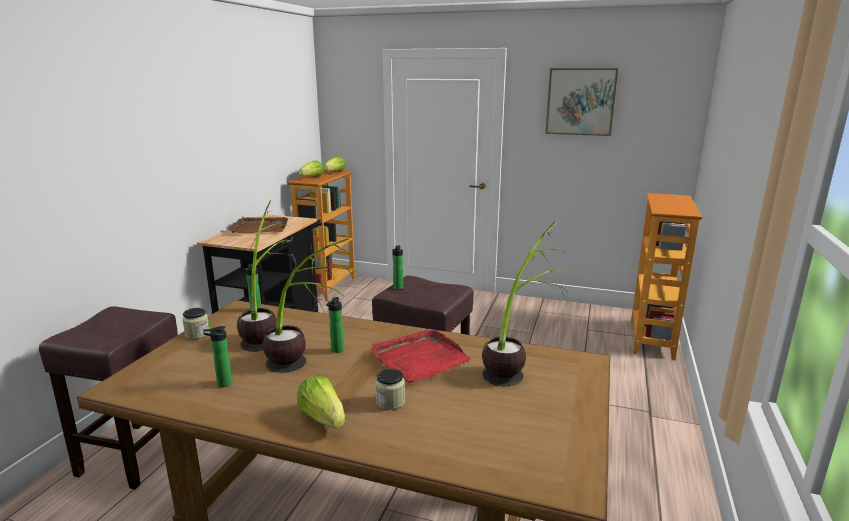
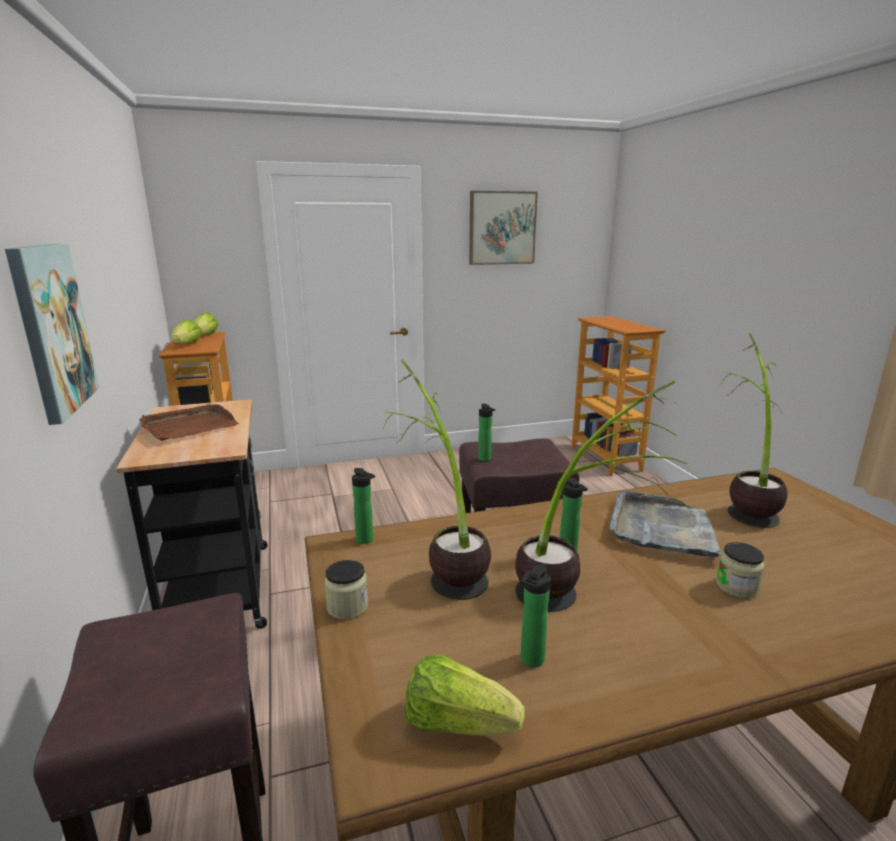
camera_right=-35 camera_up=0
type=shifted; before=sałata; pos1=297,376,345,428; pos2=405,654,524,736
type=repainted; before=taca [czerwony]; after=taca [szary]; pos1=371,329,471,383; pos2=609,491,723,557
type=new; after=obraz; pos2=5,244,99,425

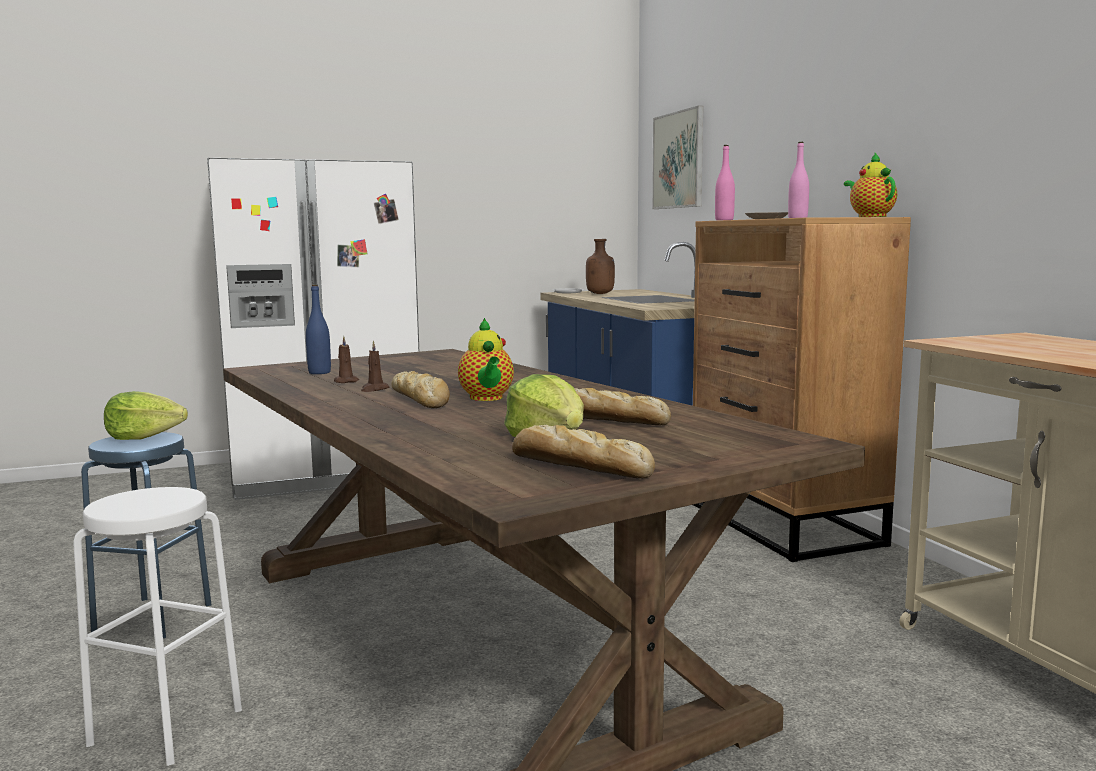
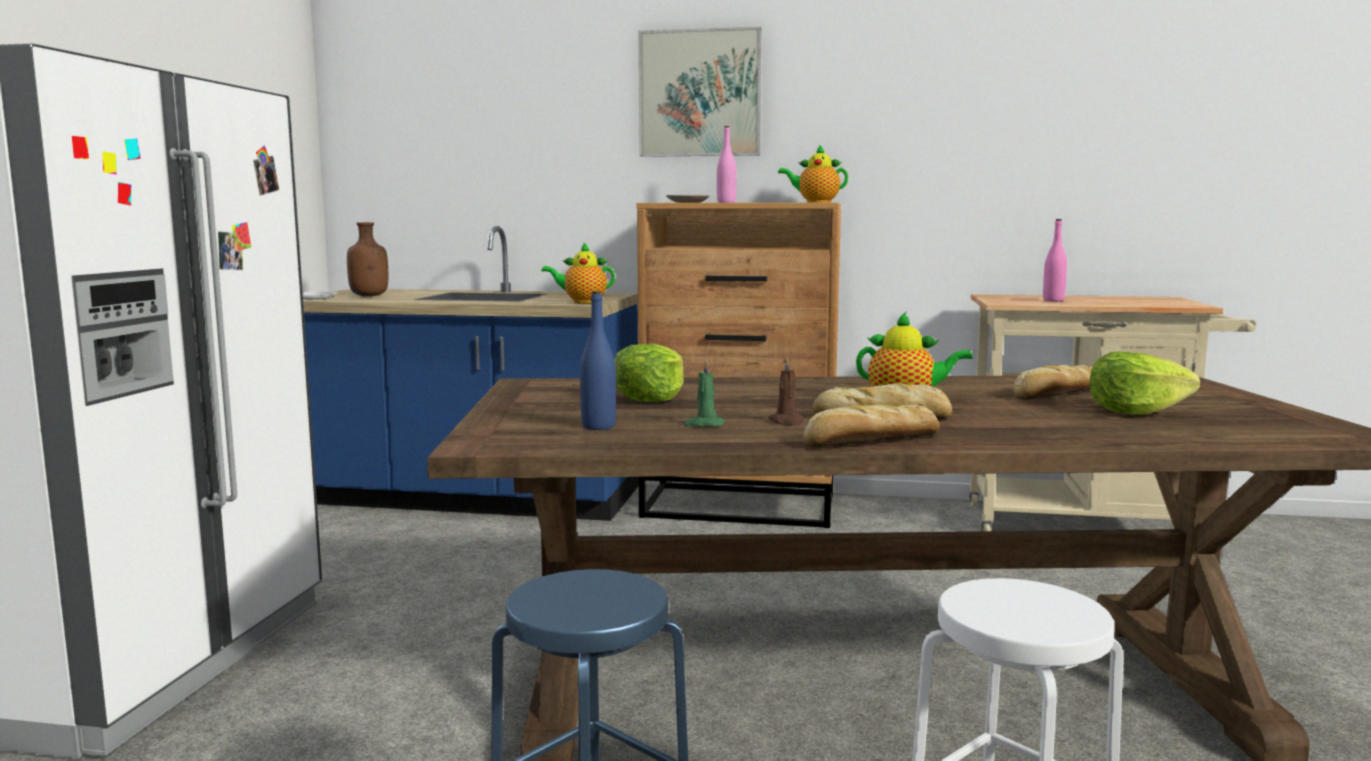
camera_right=-60 camera_up=0
type=shifted; before=sałata; pos1=104,391,188,440; pos2=614,344,683,402
type=repainted; before=świeca [brązowy]; after=świeca [zielony]; pos1=334,336,359,383; pos2=684,359,724,427
type=shifted; before=chleb; pos1=512,425,655,478; pos2=803,404,940,447
type=shifted; before=obraz; pos1=652,105,703,209; pos2=639,27,762,157
type=shifted; before=butelka [różowy]; pos1=715,145,735,220; pos2=1043,219,1067,301
type=new; after=imbryk; pos2=541,242,615,303

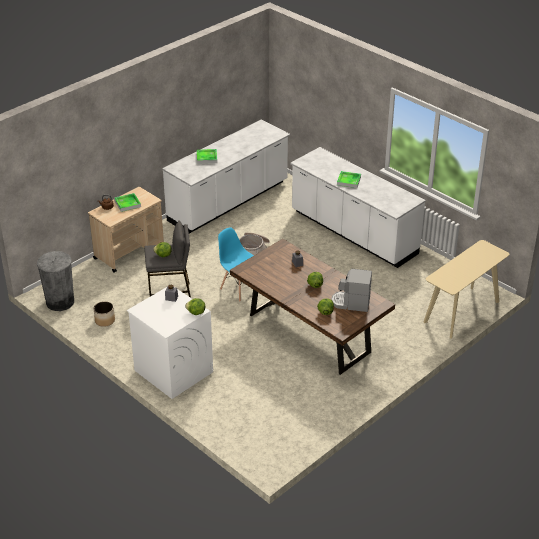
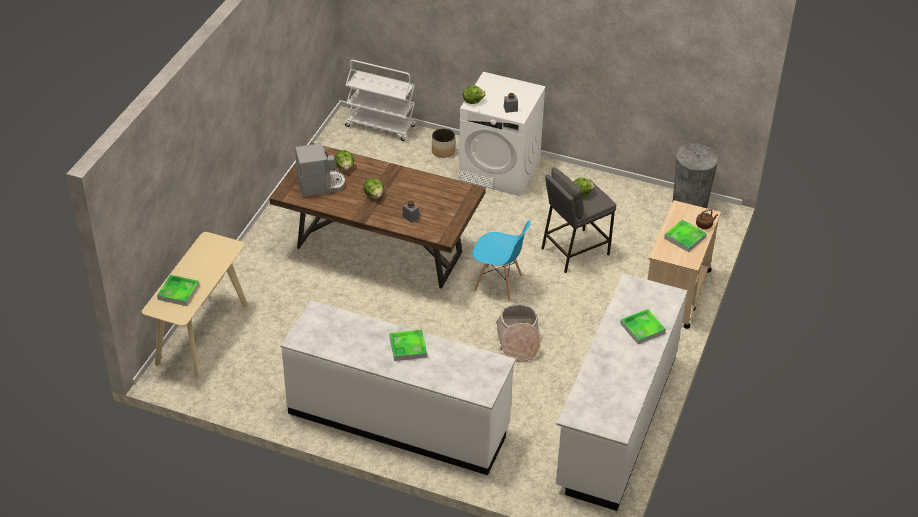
camera_right=155 camera_up=5
type=shifted; before=donica; pos1=94,301,115,327; pos2=432,128,455,158
type=new; after=taca; pos2=157,275,199,306
type=new; after=wózek [biały]; pos2=345,60,416,141

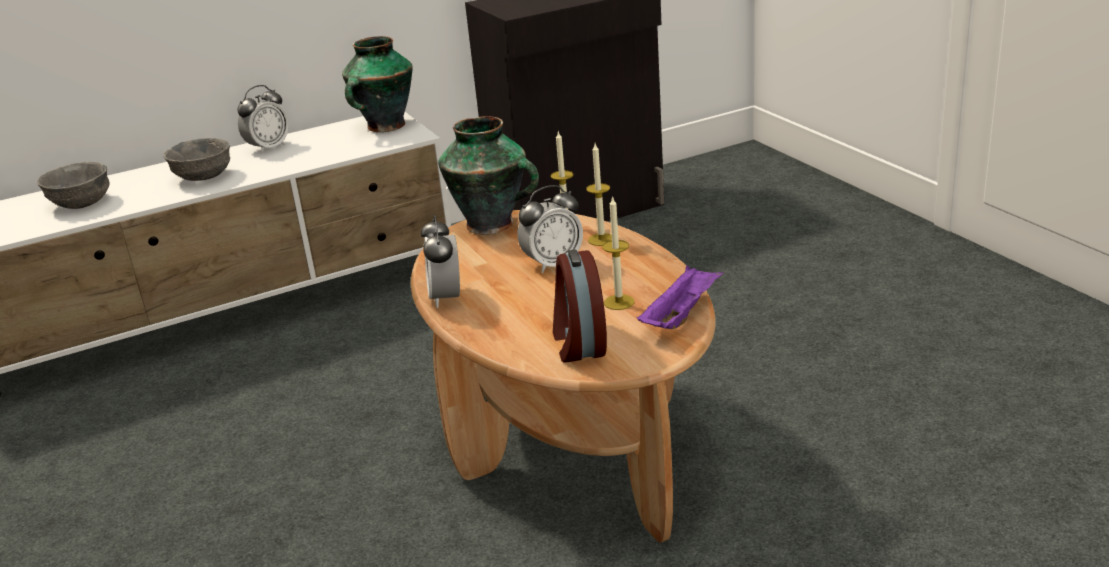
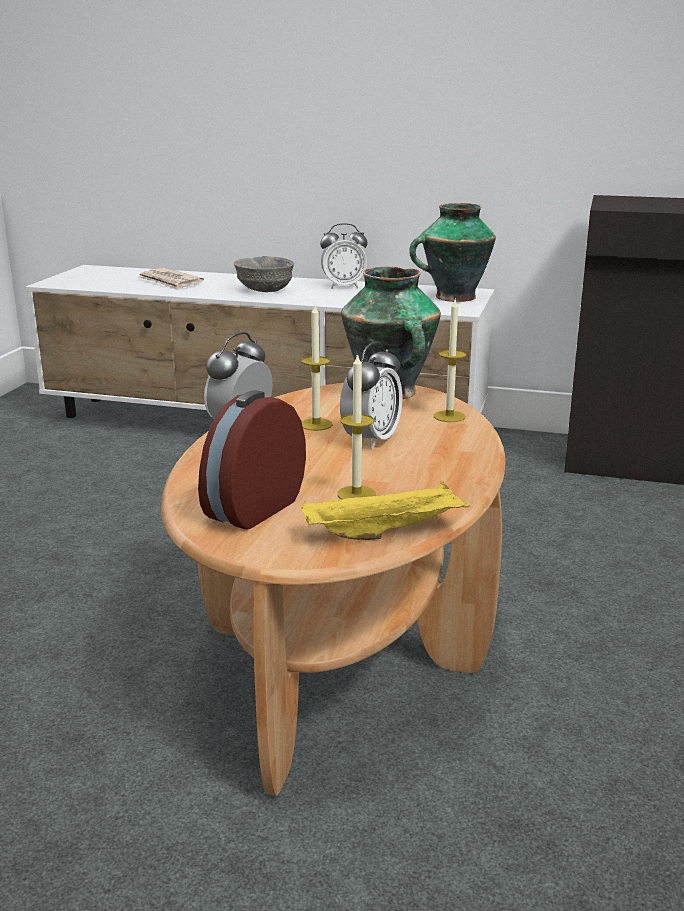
camera_right=40 camera_up=-5
type=swapped; before=miska [szary]; after=gazeta; pos1=37,162,110,209; pos2=138,268,204,291
type=rotated; before=budzik; pos1=518,185,583,273; pos2=340,341,402,449; turn=-75
type=shifted; before=świeca; pos1=586,144,612,246; pos2=301,305,333,431
type=repainted; before=taca [fioletowy]; after=taca [żółty]; pos1=637,265,724,329; pos2=301,481,470,540

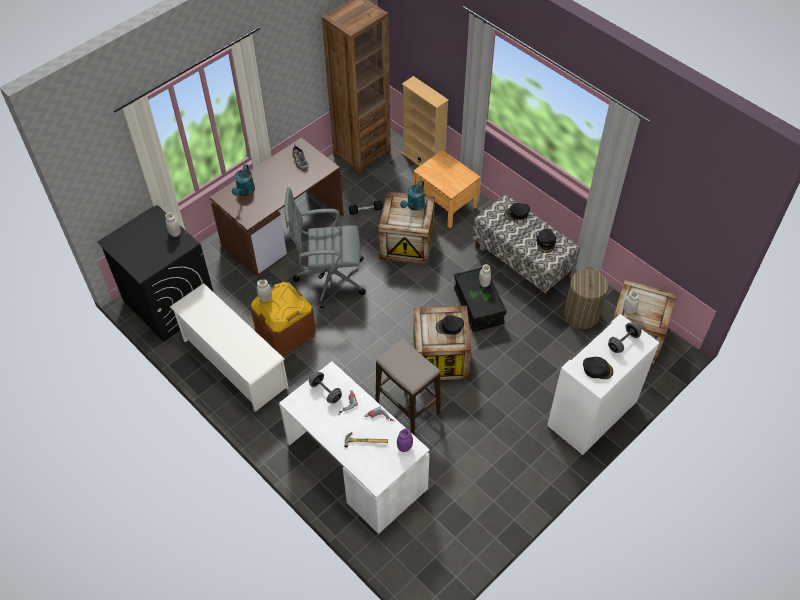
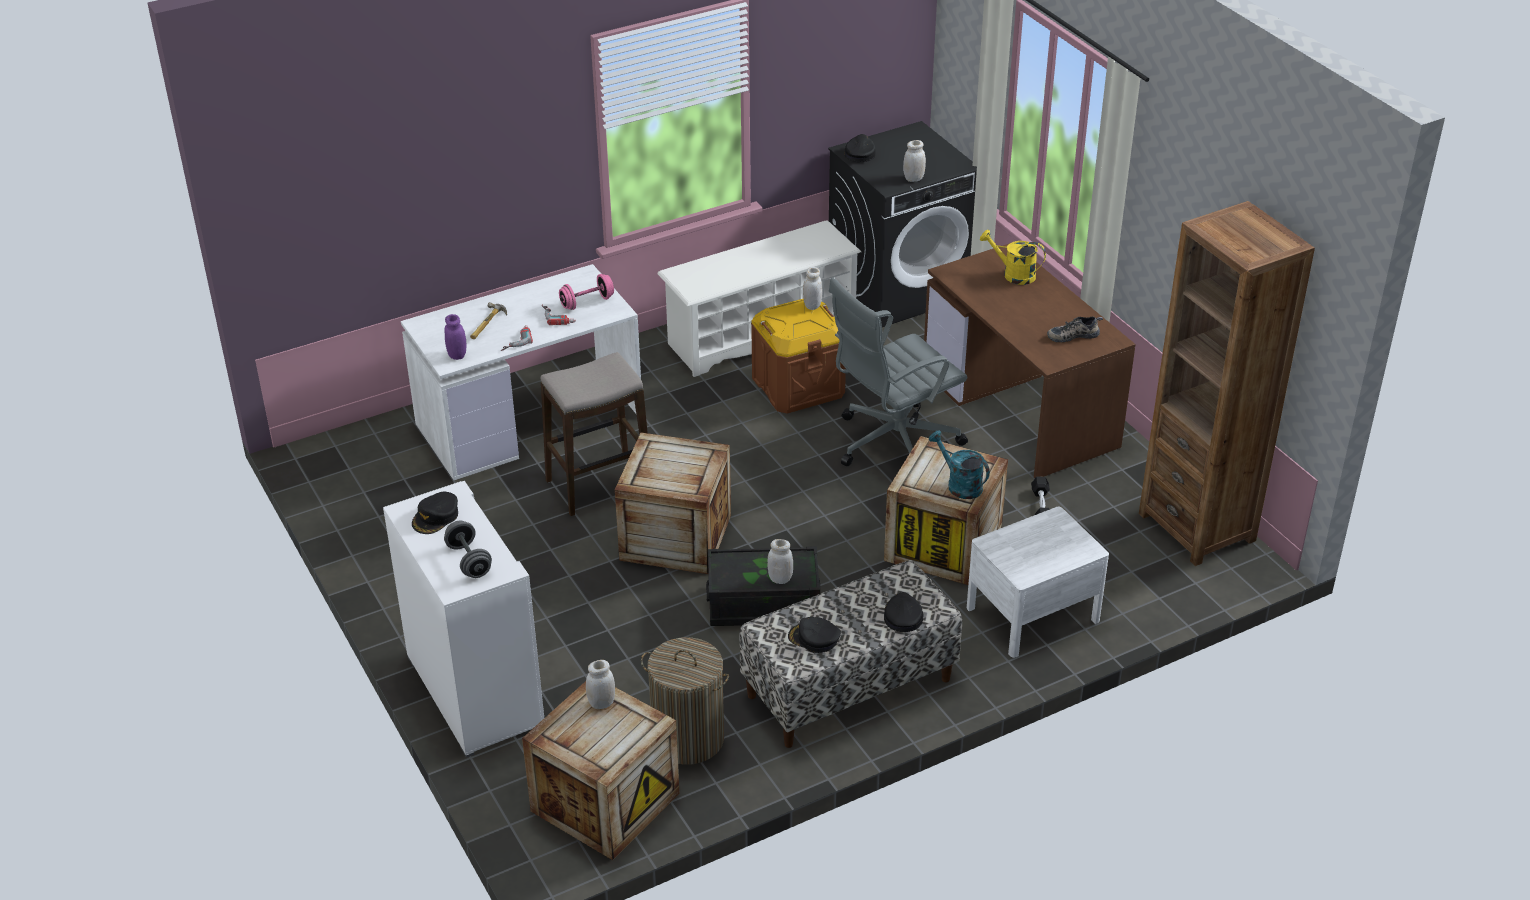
camera_right=105 camera_up=-15
type=repainted; before=konewka [turkusowy]; after=konewka [żółty]; pos1=232,164,255,196; pos2=980,230,1046,285
type=rotated; before=krzesło biurowe [szary]; pos1=285,187,366,308; pos2=829,278,968,466; turn=-135
type=repainted; before=hantel [szary]; after=hantel [różowy]; pos1=309,372,342,404; pos2=559,274,614,310
type=gone; before=regał [beżowy]; pos1=402,76,449,166
type=repainted; before=szafka nocna [brązowy]; after=szafka nocna [biały]; pos1=414,150,480,228; pos2=967,507,1109,658
type=shifted; before=czapka z daszkiem [czarny]; pos1=436,315,464,335; pos2=845,134,876,162

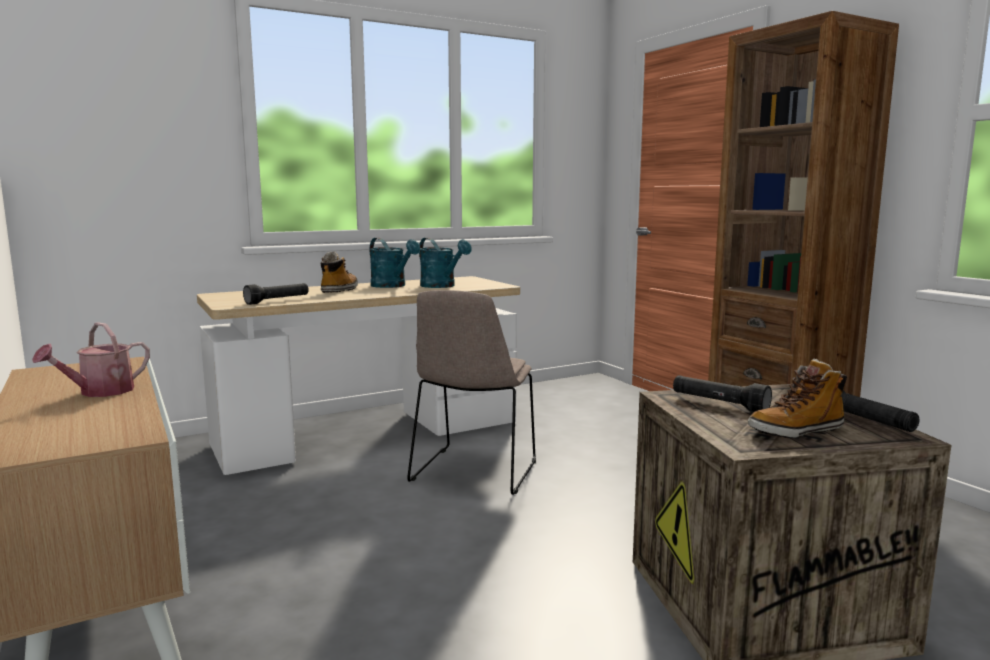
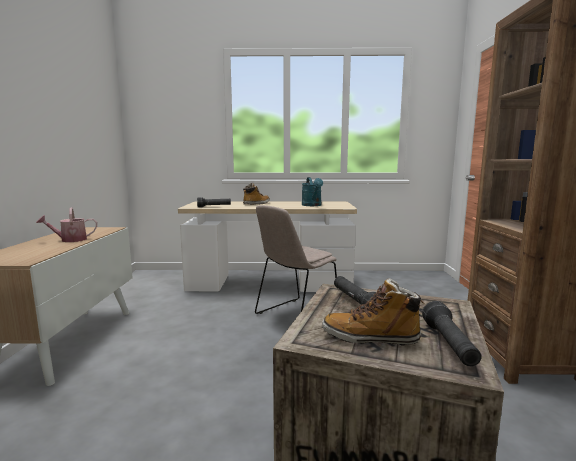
camera_right=30 camera_up=0
type=gone; before=konewka [turkusowy]; pos1=370,238,420,288

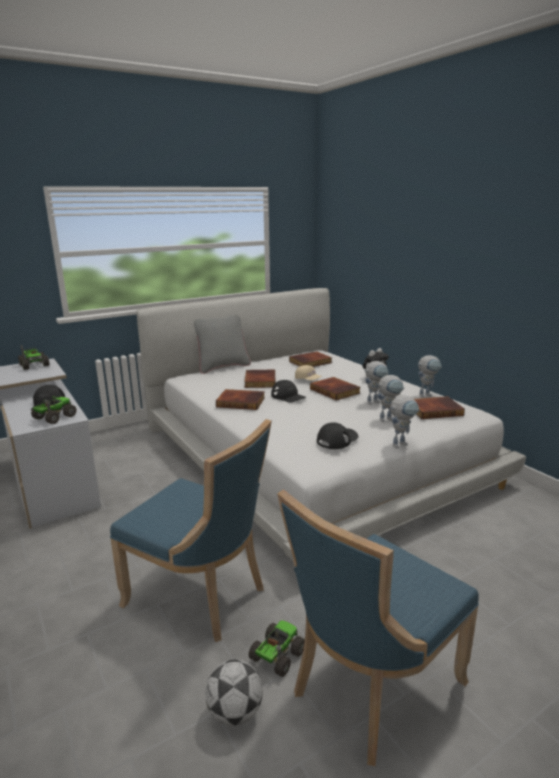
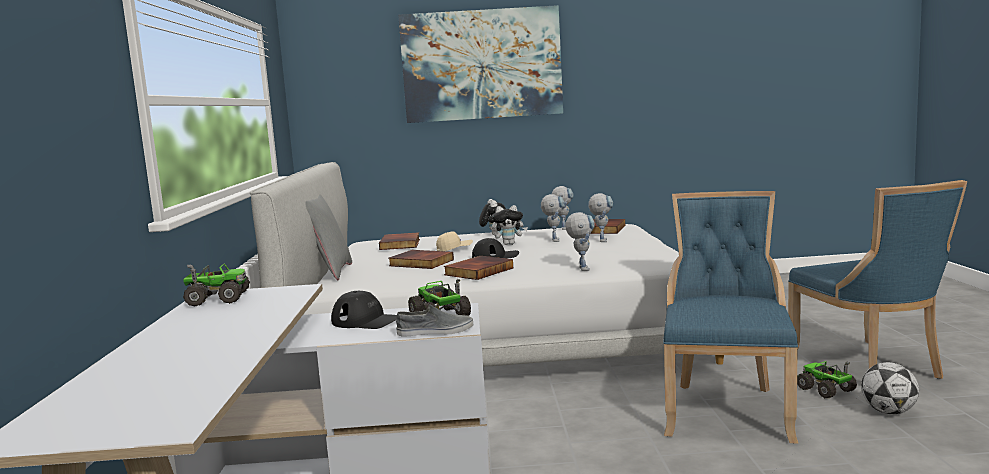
camera_right=-60 camera_up=-10
type=rotated; before=krzesło [niebieski]; pos1=110,419,272,642; pos2=663,191,798,444; turn=-45
type=swapped; before=książka; after=pluszak; pos1=310,377,361,401; pos2=492,205,528,245
type=gone; before=czapka z daszkiem [czarny]; pos1=317,422,359,449
type=shifted; before=robot zabawkowy; pos1=390,395,419,448; pos2=566,212,595,271
type=new; after=but [szary]; pos2=396,304,474,336
type=new; after=obraz; pos2=398,5,563,123

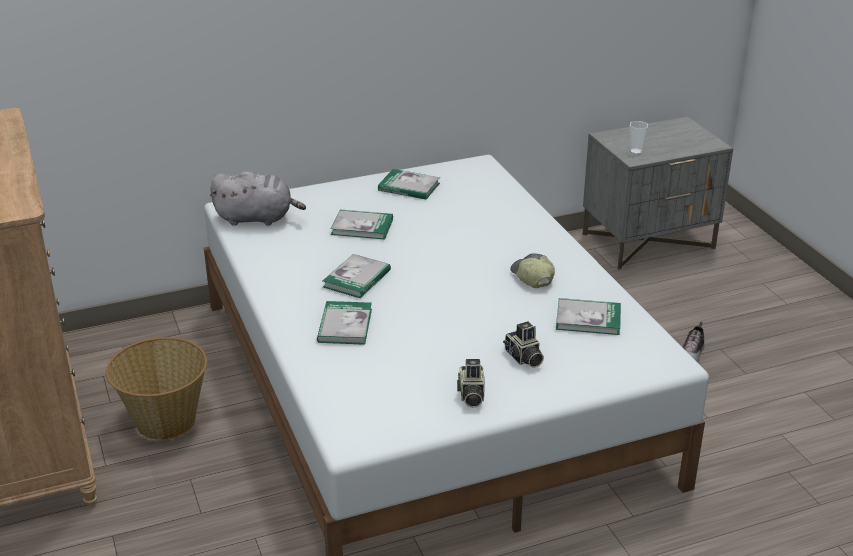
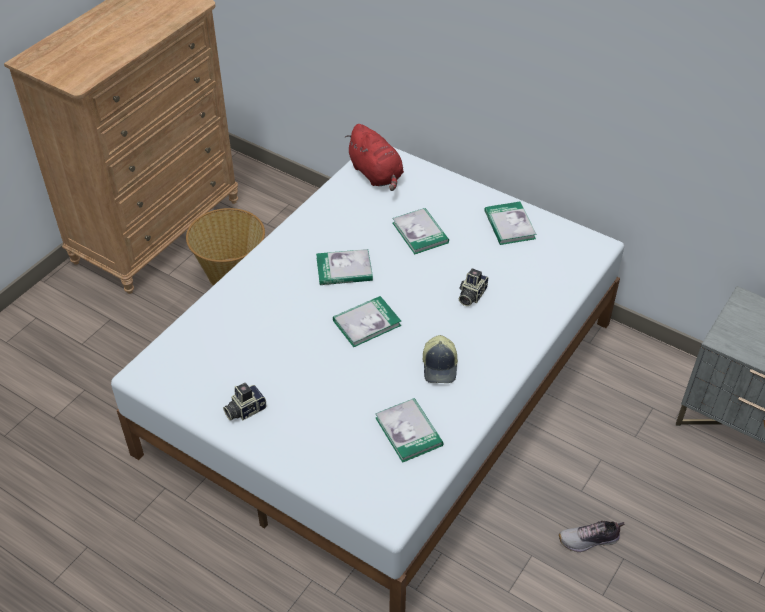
camera_right=55 camera_up=15
type=repainted; before=pluszak [szary]; after=pluszak [czerwony]; pos1=210,171,306,226; pos2=345,124,404,191
type=shifted; before=książka; pos1=317,301,372,345; pos2=333,296,401,347
type=shifted; before=aparat fotograficzny; pos1=503,321,544,368; pos2=459,268,488,306
type=rotated; before=czapka z daszkiem; pos1=510,253,555,288; pos2=423,335,458,383; turn=150
type=gone; before=filiżanka; pos1=630,121,648,154

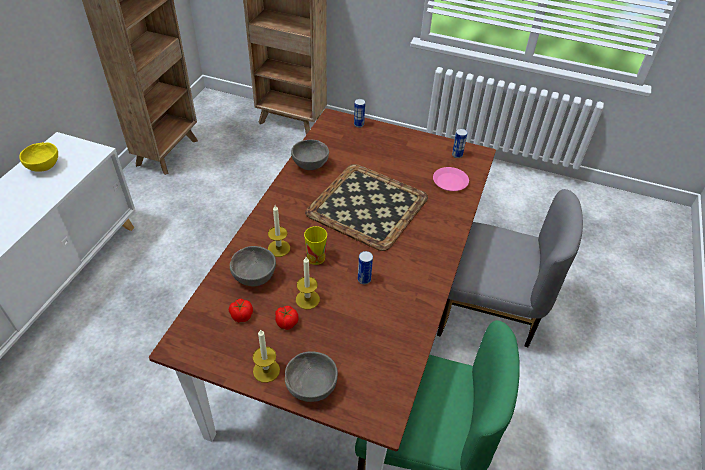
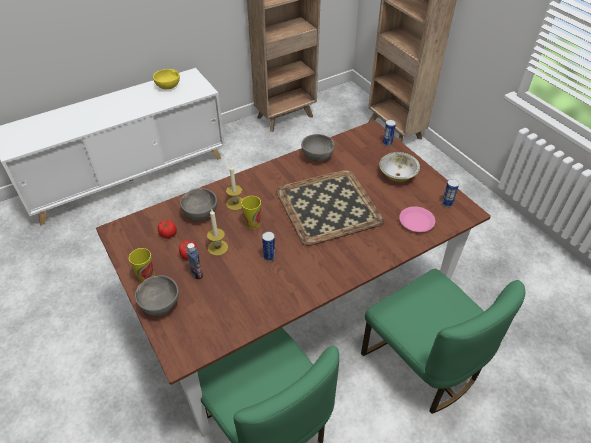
camera_right=40 camera_up=0
type=swapped; before=świeca; after=filiżanka; pos1=253,329,280,383; pos2=129,248,155,283
type=repainted; before=krzesło [szary]; after=krzesło [zielony]; pos1=437,189,583,347; pos2=361,269,525,414
type=new; after=butelka; pos2=186,243,203,280
type=new; after=miska; pos2=379,152,420,182

